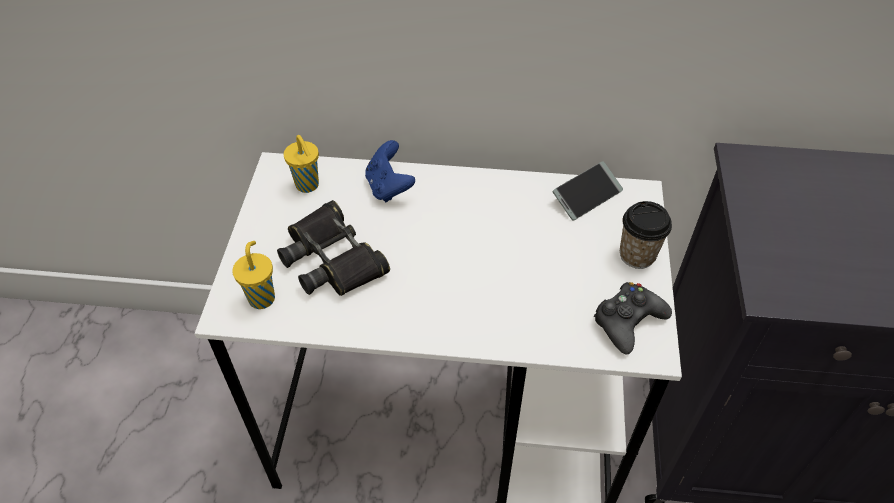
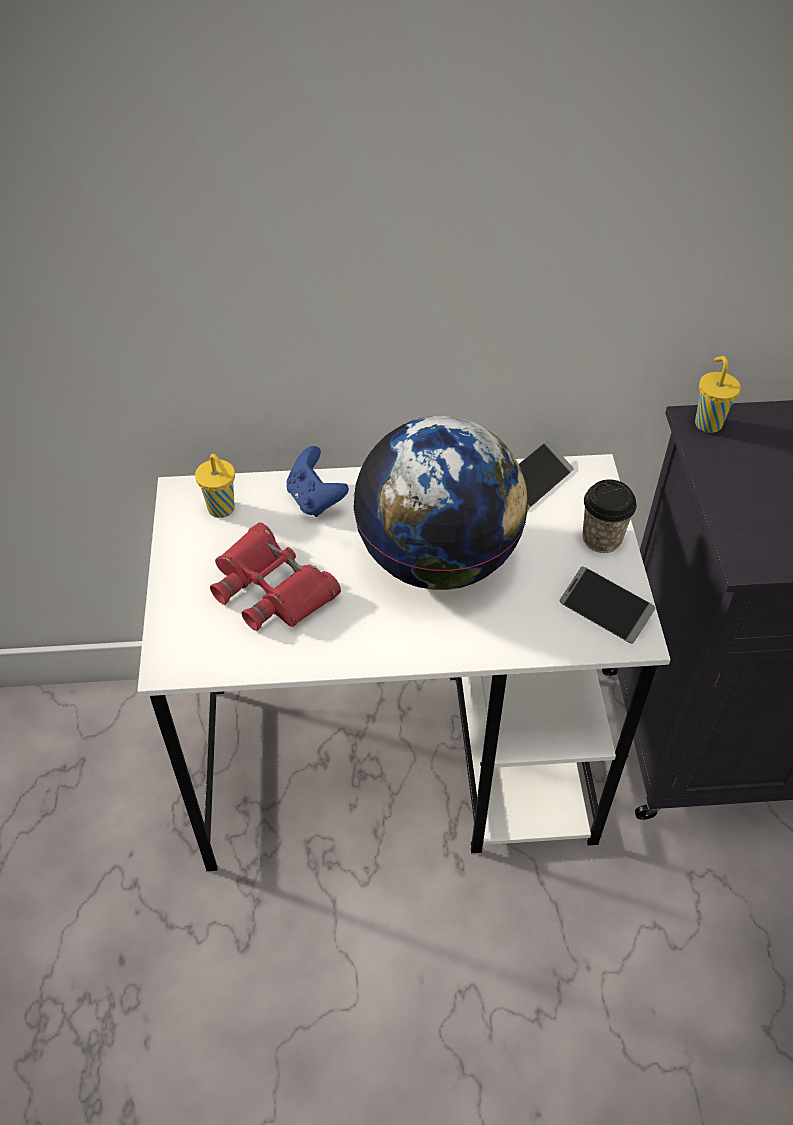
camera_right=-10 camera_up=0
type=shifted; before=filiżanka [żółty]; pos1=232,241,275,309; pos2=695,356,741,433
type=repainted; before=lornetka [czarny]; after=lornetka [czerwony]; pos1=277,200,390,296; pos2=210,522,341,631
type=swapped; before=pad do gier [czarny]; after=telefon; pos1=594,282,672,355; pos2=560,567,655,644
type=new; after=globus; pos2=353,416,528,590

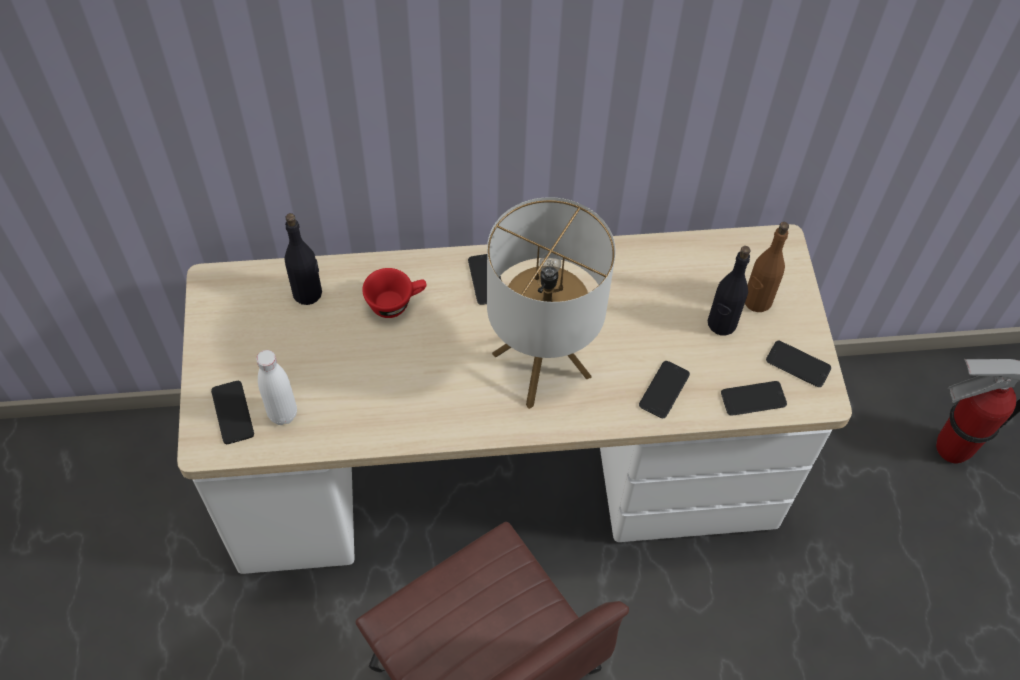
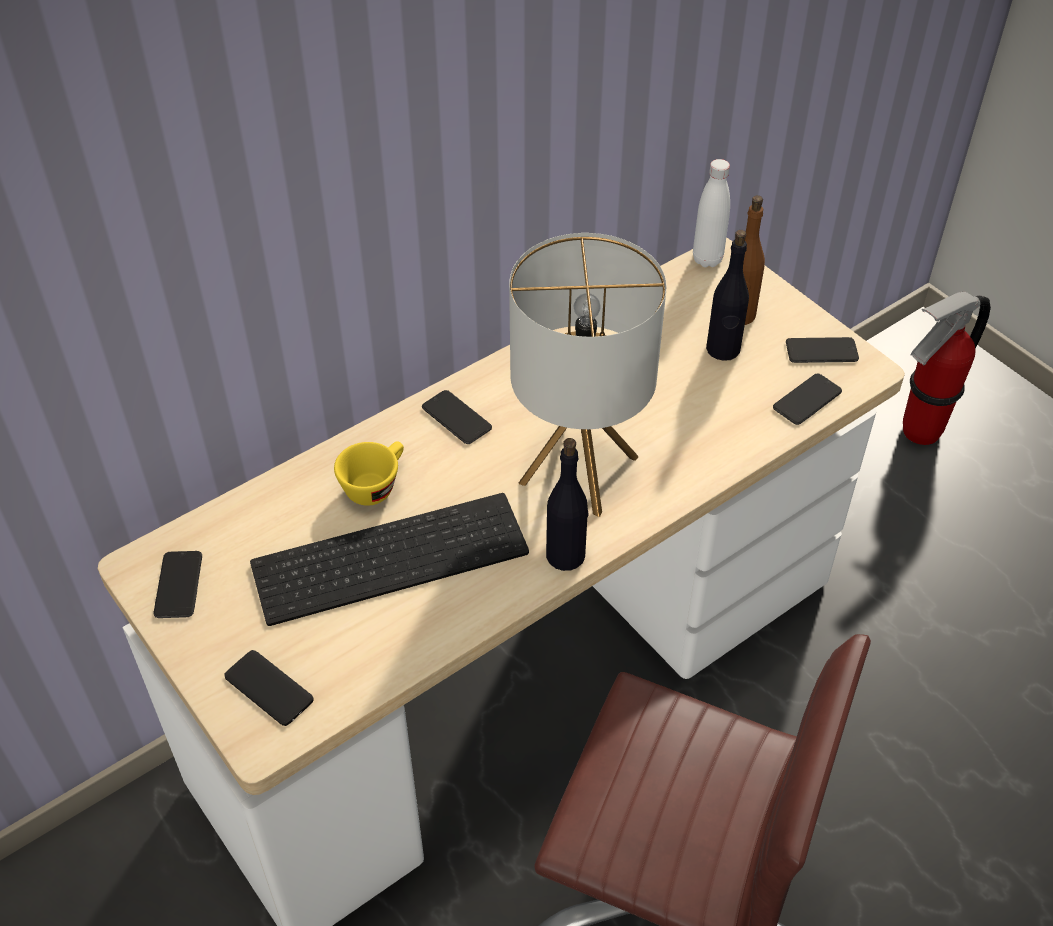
camera_right=-30 camera_up=-10
type=shifted; before=butelka [biały]; pos1=256,350,297,425; pos2=693,159,730,267
type=shifted; before=butelka [czarny]; pos1=284,213,322,305; pos2=546,438,588,571
type=repainted; before=filiżanka [czerwony]; after=filiżanka [żółty]; pos1=362,268,426,318; pos2=334,441,404,506
type=shifted; before=telefon; pos1=639,361,690,418; pos2=153,551,202,618
type=new; after=klawiatura; pos2=250,493,529,626

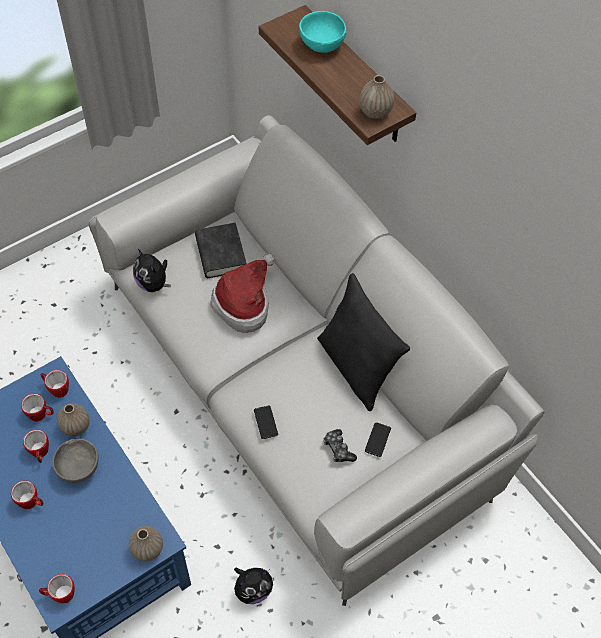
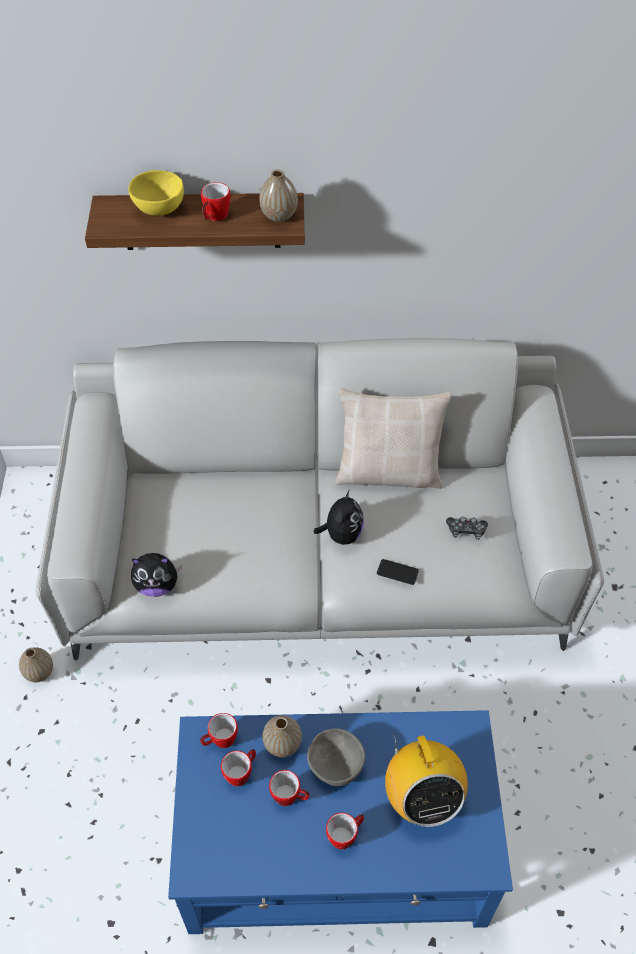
camera_right=-55 camera_up=-5
type=shifted; before=kubek; pos1=39,574,75,603; pos2=201,182,230,221
type=shifted; before=wazon; pos1=129,526,163,562; pos2=19,647,53,682
type=gone; before=książka [czarny]; pos1=195,223,247,278
type=gone; before=kapelusz; pos1=210,253,275,333
type=shifted; before=pluszak; pos1=234,567,273,604; pos2=313,489,364,545
type=repainted; before=miska [turkusowy]; after=miska [żółty]; pos1=299,11,346,53; pos2=128,170,184,216
type=repainted; before=poduszka [czarny]; after=poduszka [beżowy]; pos1=317,273,410,411; pos2=336,388,452,489
type=gone; before=telefon; pos1=365,422,391,457
type=new; after=radio; pos2=385,734,468,827

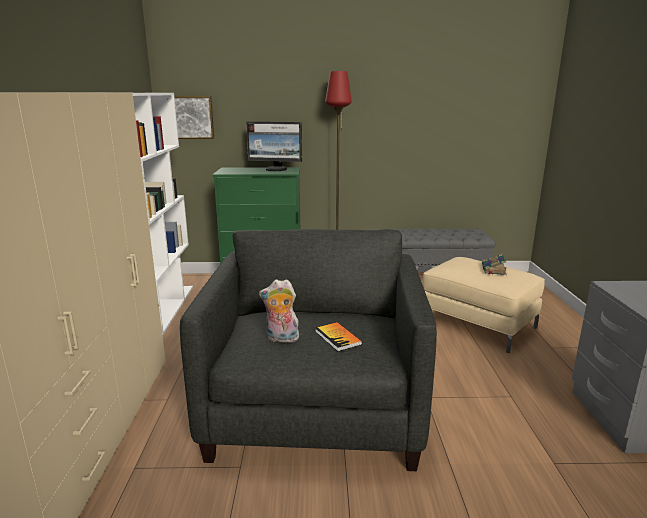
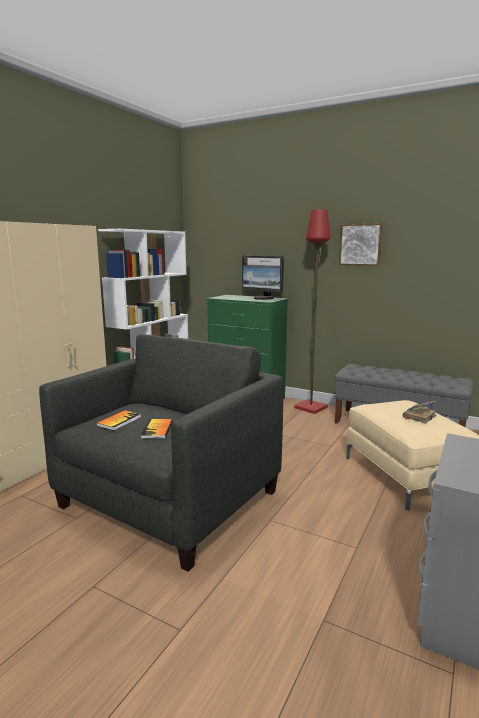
camera_right=30 camera_up=-5
type=shifted; before=obraz; pos1=174,96,214,139; pos2=339,223,383,266
type=swapped; before=pluszak; after=książka; pos1=259,279,299,343; pos2=96,410,141,430

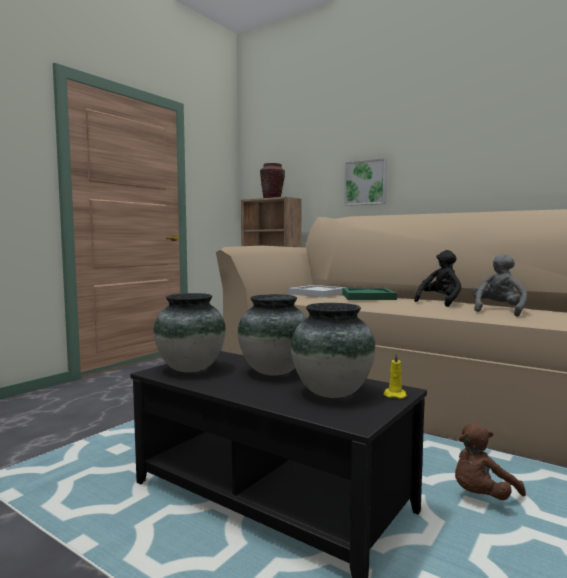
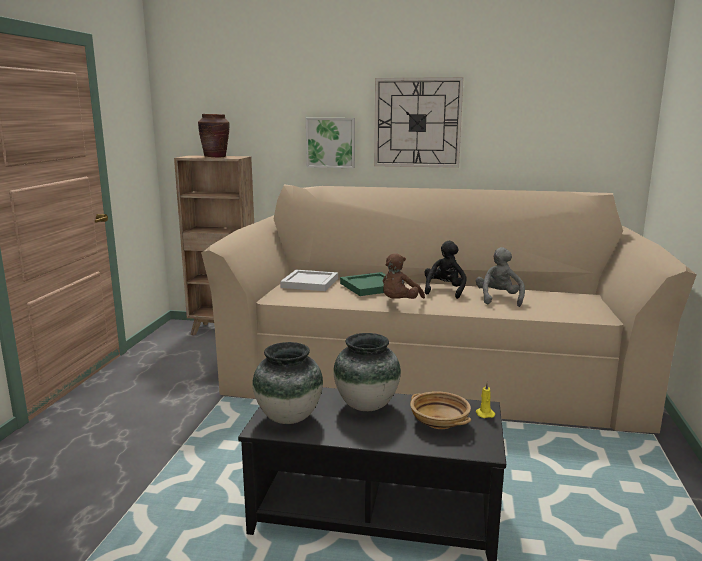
camera_right=-25 camera_up=10
type=swapped; before=wazon; after=miska [beżowy]; pos1=291,303,376,398; pos2=410,391,471,429
type=shifted; before=pluszak [brązowy]; pos1=455,423,526,500; pos2=383,253,425,299
type=new; after=zegar ścienny; pos2=374,77,464,168

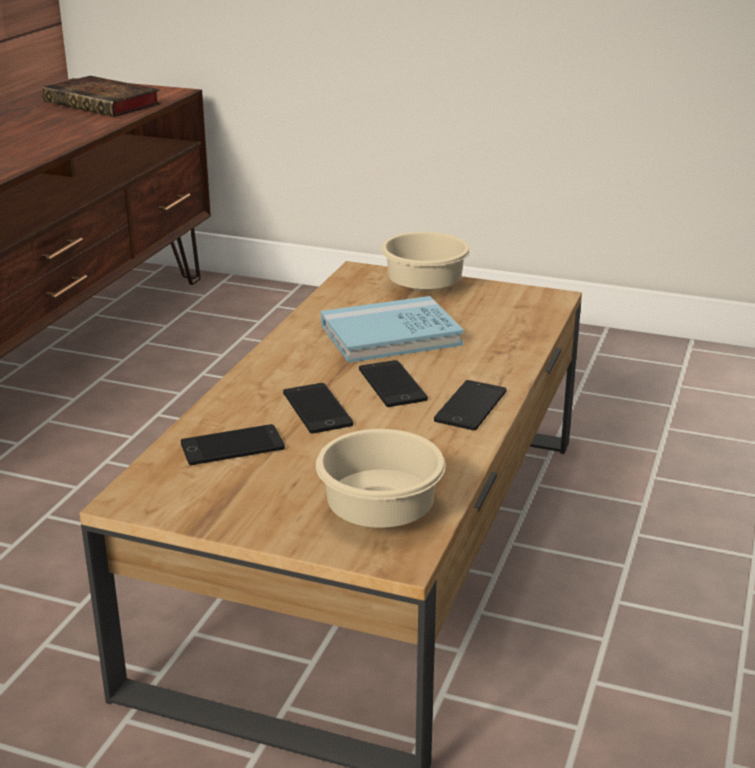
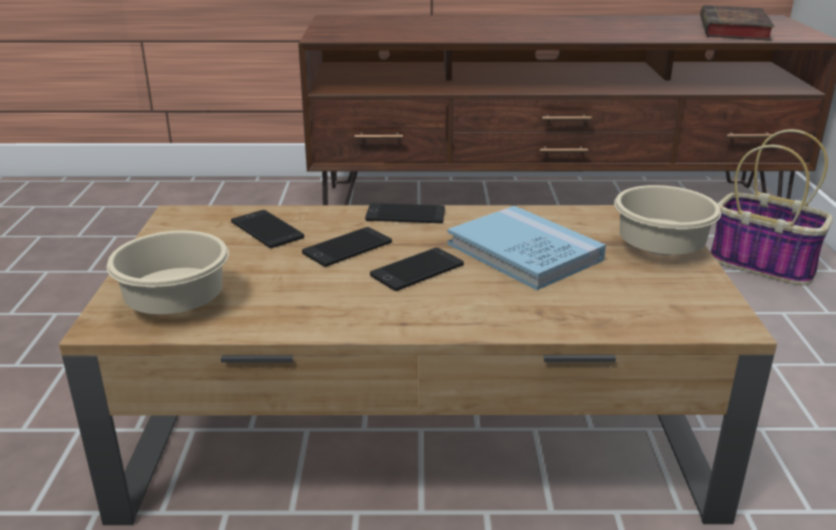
camera_right=70 camera_up=0
type=shifted; before=telefon; pos1=434,380,507,430; pos2=365,203,445,223
type=new; after=koszyk; pos2=711,129,833,285

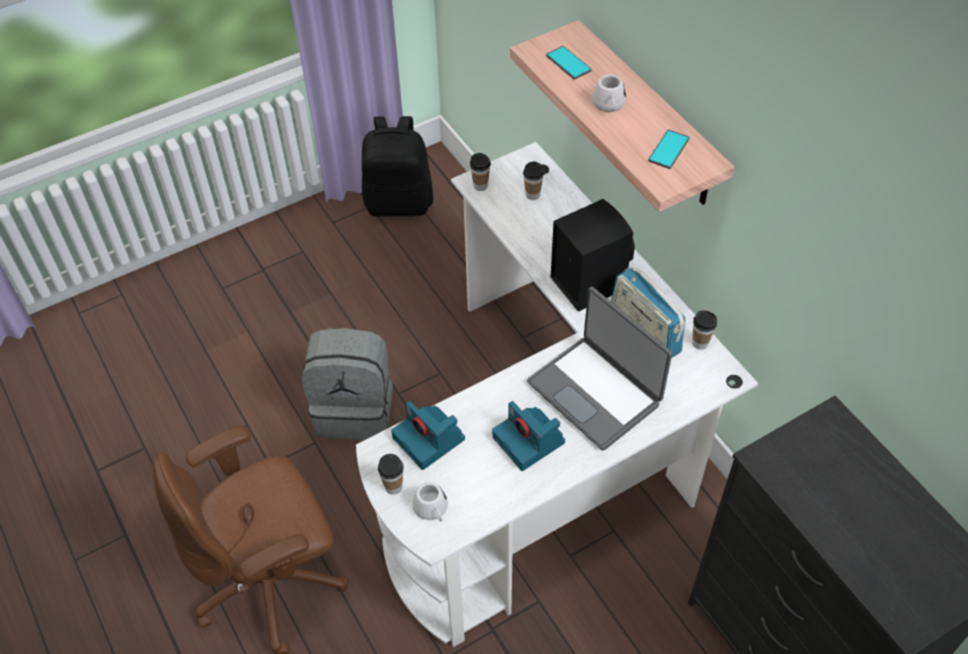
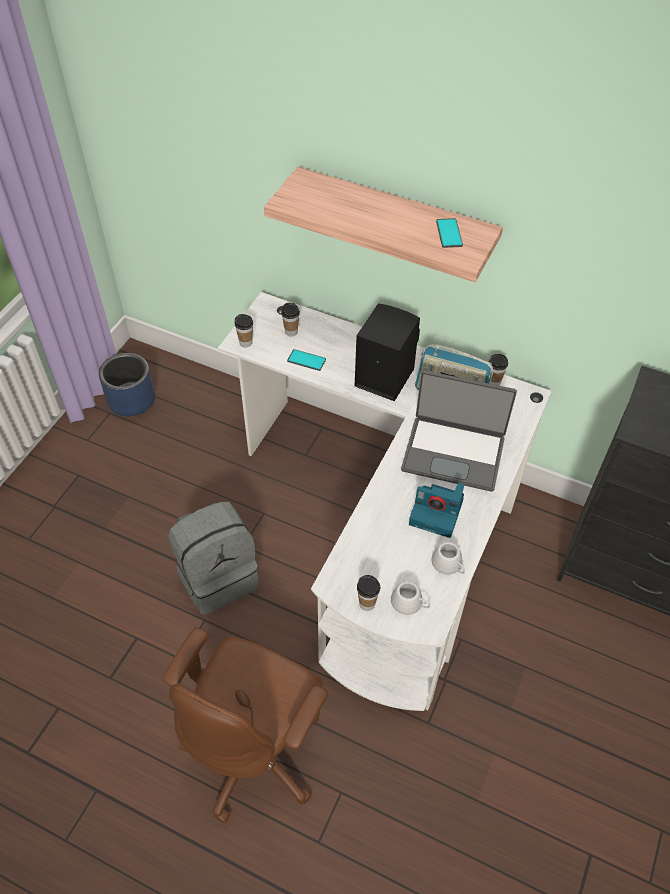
camera_right=-35 camera_up=0
type=swapped; before=plecak [czarny]; after=donica [niebieski]; pos1=362,116,433,216; pos2=99,353,155,416
type=gone; before=aparat fotograficzny; pos1=391,401,465,470
type=shifted; before=telefon; pos1=546,46,592,80; pos2=287,349,326,371
type=shifted; before=kubek [biały]; pos1=592,74,626,112; pos2=431,542,465,574

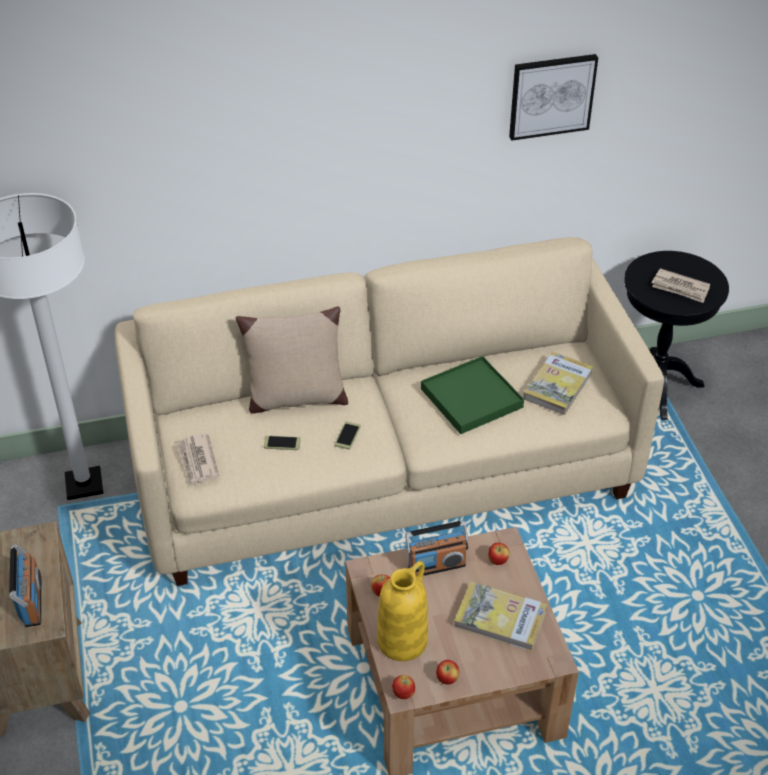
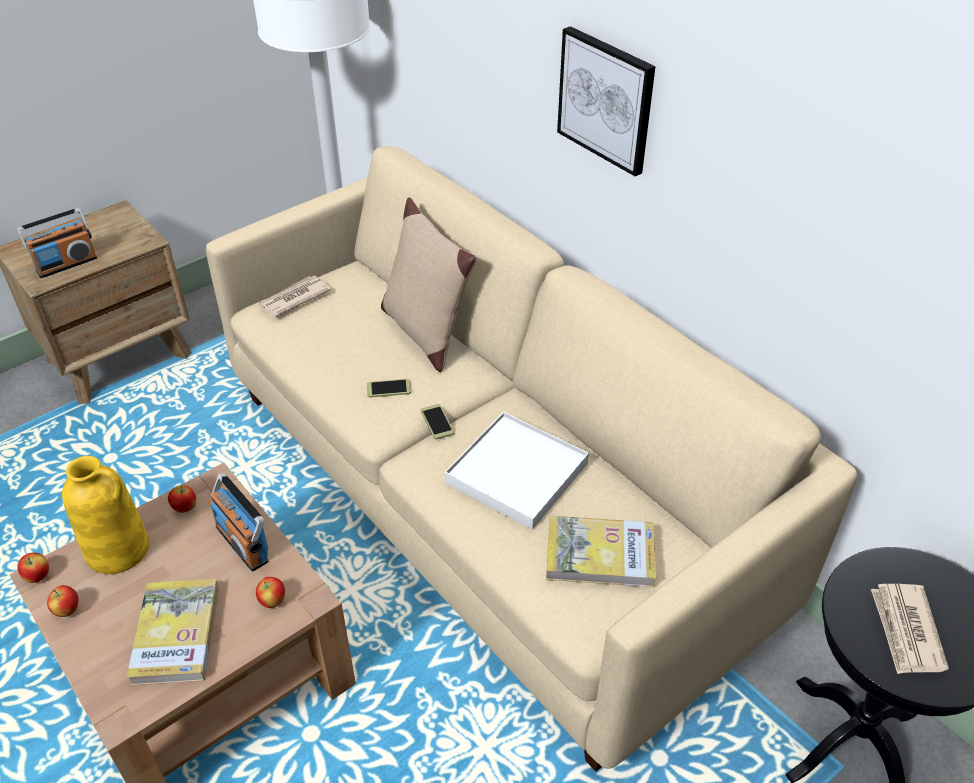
camera_right=65 camera_up=0
type=shifted; before=telefon; pos1=264,435,301,450; pos2=421,404,454,439
type=repainted; before=taca [zielony]; after=taca [biały]; pos1=421,356,524,434; pos2=445,412,589,530
type=shifted; before=obraz; pos1=509,54,598,141; pos2=557,26,656,176

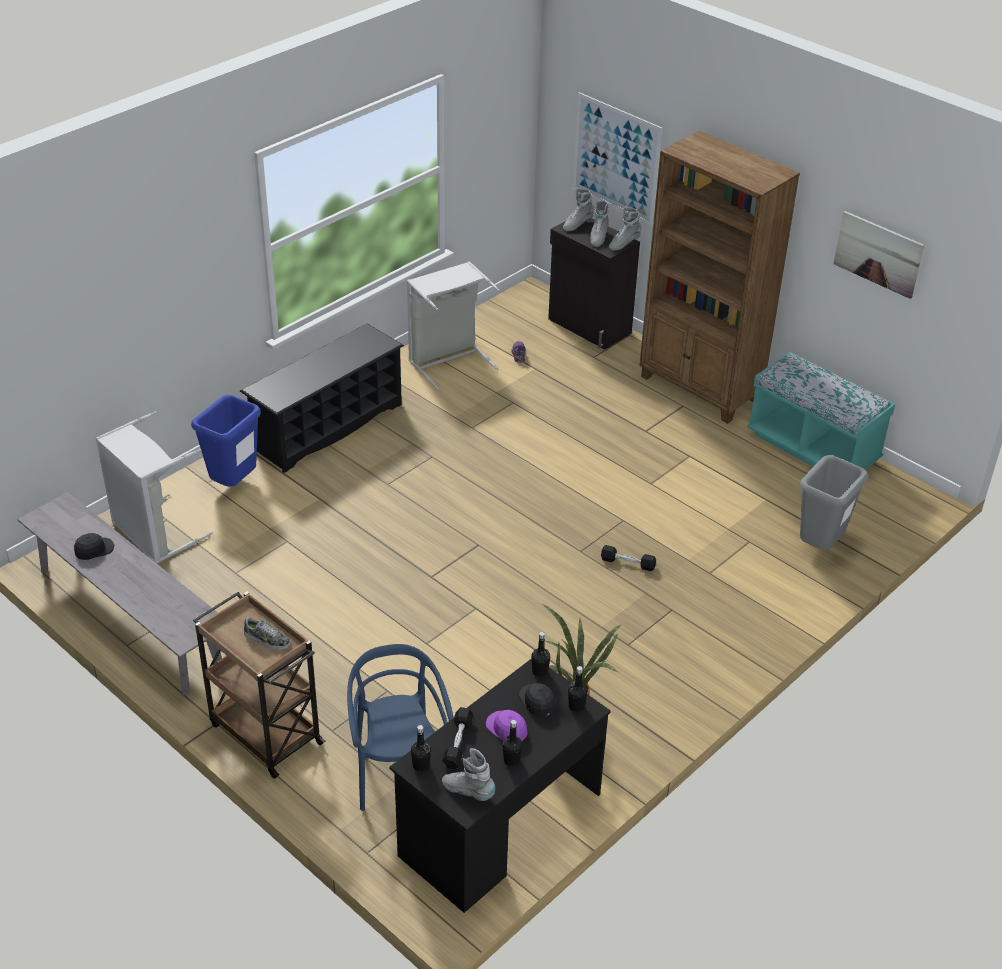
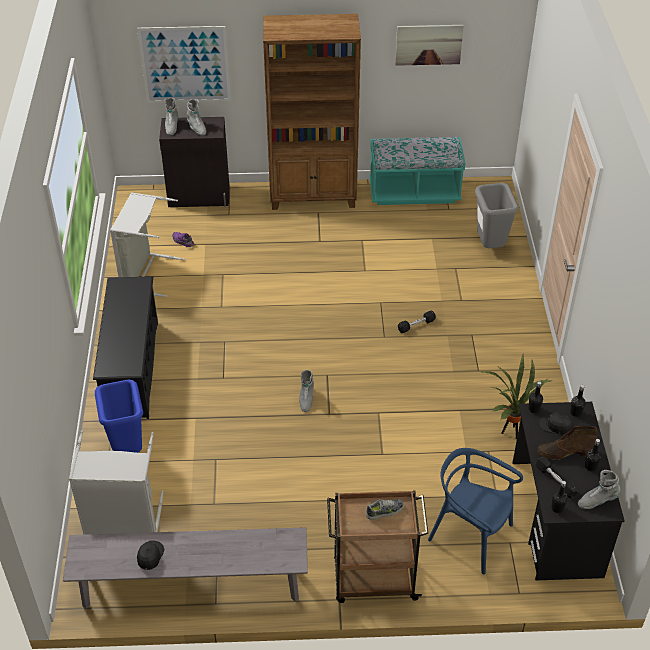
camera_right=-45 camera_up=5
type=swapped; before=czapka z daszkiem [fioletowy]; after=but z cholewką [brązowy]; pos1=486,710,528,741; pos2=537,426,597,460
type=shifted; before=but z cholewką [szary]; pos1=609,207,642,251; pos2=299,370,314,412

